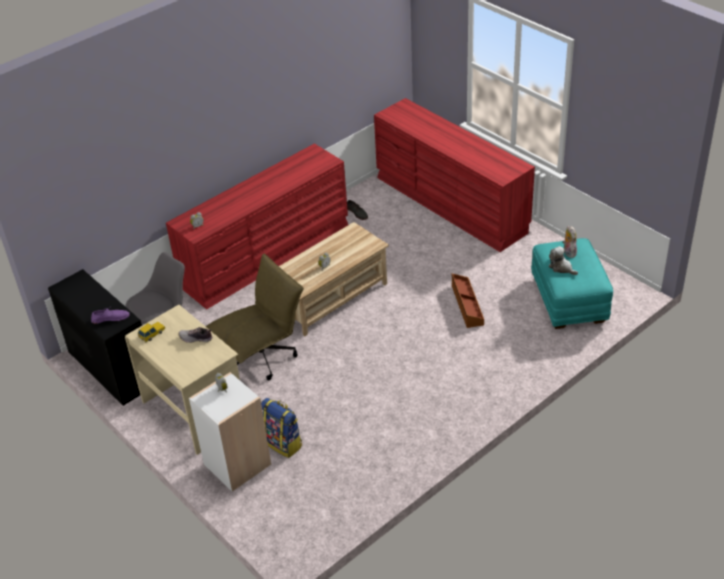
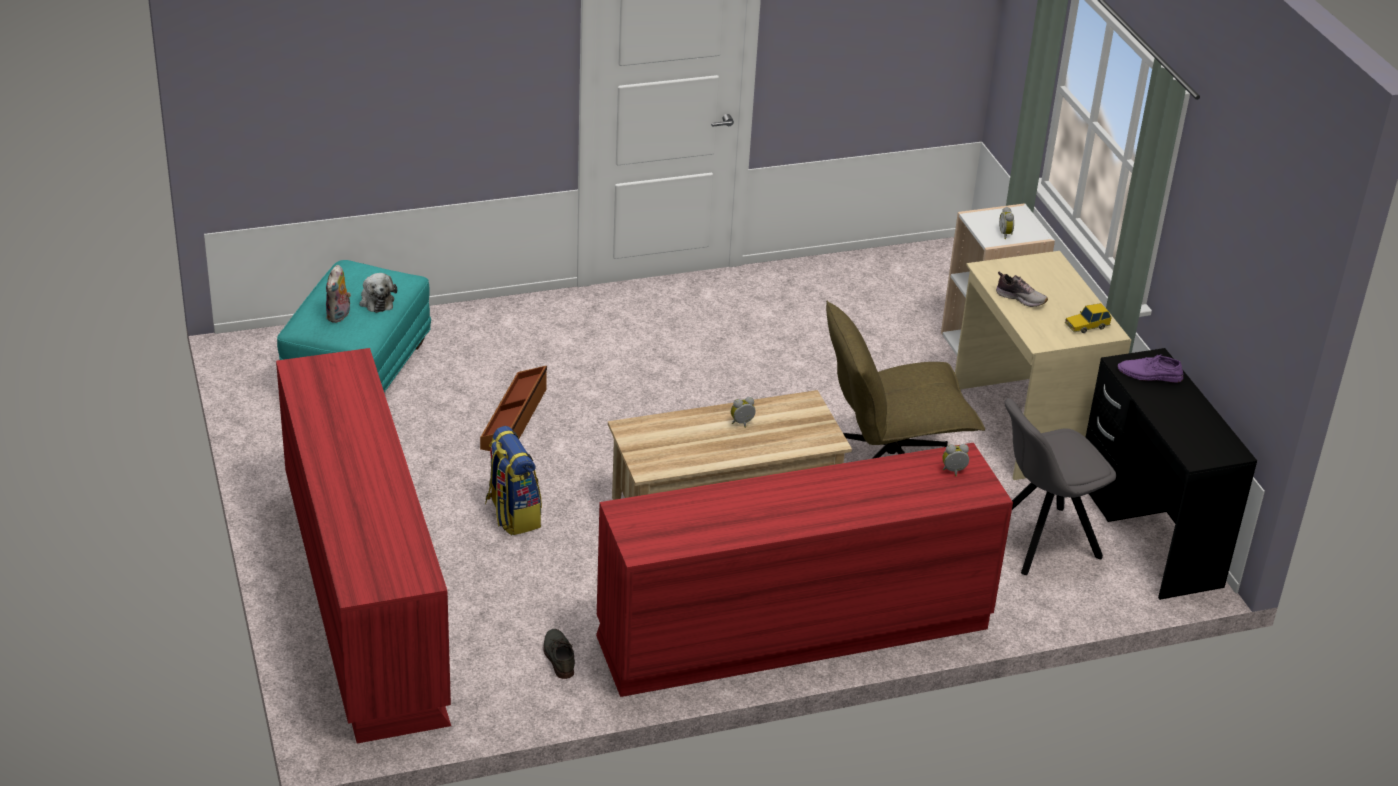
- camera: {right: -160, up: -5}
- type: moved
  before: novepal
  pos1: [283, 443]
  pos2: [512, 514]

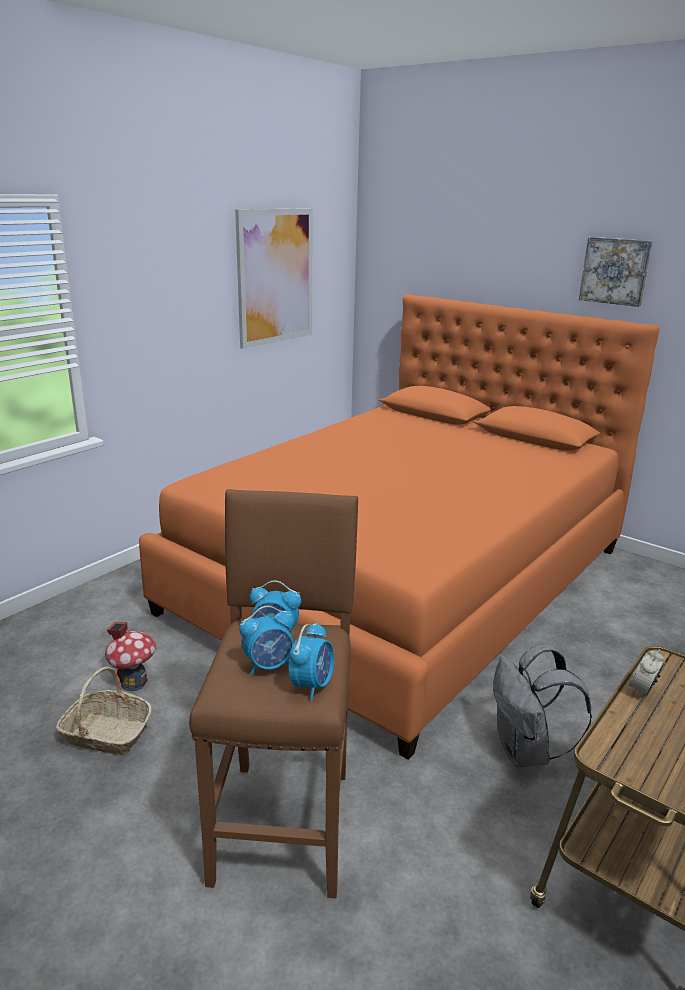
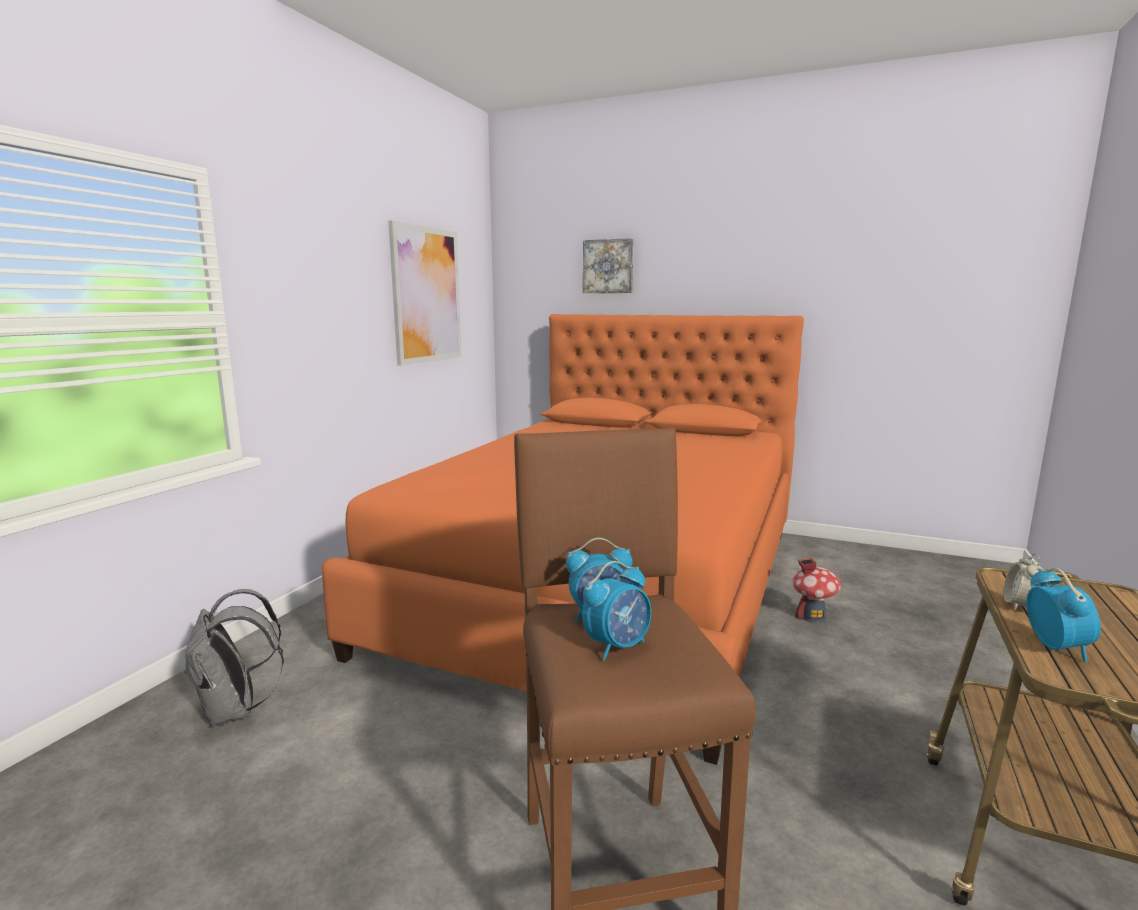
- camera: {right: -15, up: -10}
- type: moved
  before: grey novepal
  pos1: [526, 752]
  pos2: [235, 711]
- type: moved
  before: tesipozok
  pos1: [615, 271]
  pos2: [608, 266]
- type: moved
  before: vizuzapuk
  pos1: [134, 682]
  pos2: [812, 617]
- type: moved
  before: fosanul
  pos1: [312, 685]
  pos2: [1056, 647]
- type: removed
  before: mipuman
  pos1: [106, 734]

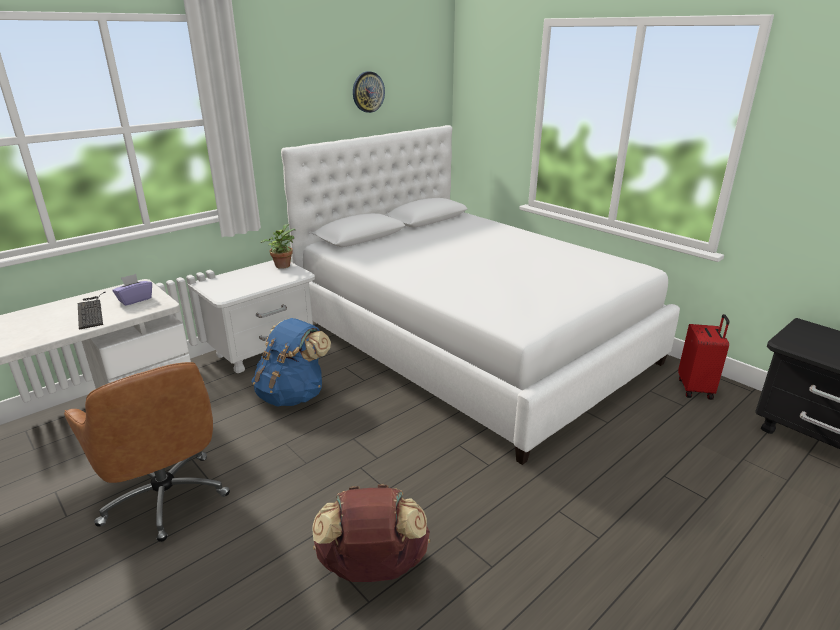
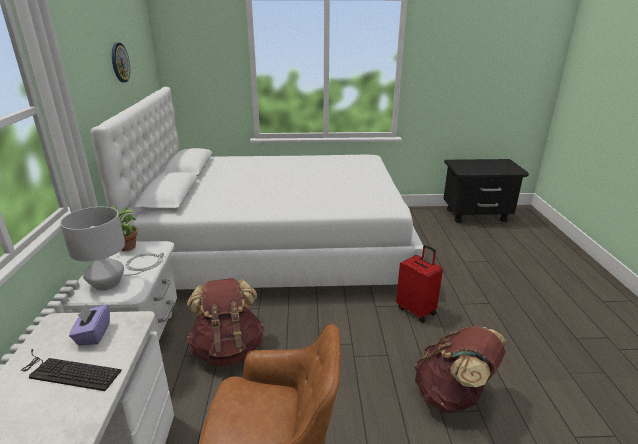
- camera: {right: -50, up: 0}
- type: added
  after: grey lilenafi
  pos2: [122, 274]
- type: recoloured
  before: blue novepal
  after: brown novepal
  pos1: [293, 395]
  pos2: [228, 349]
- type: moved
  before: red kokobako
  pos1: [696, 389]
  pos2: [416, 310]

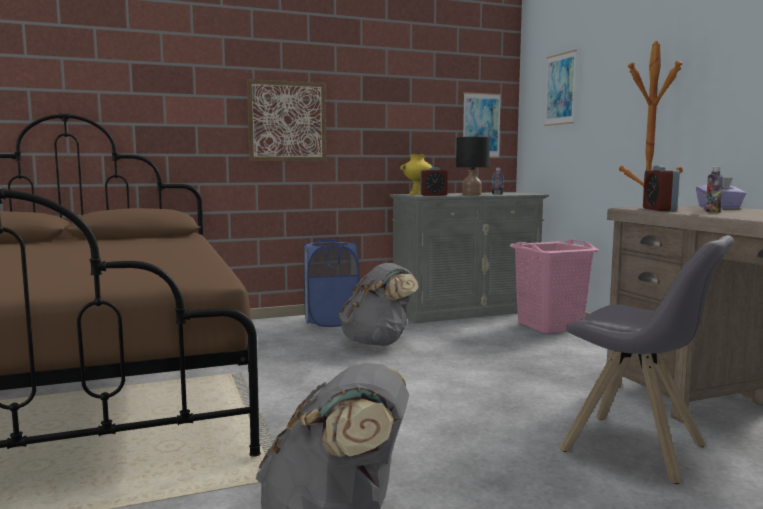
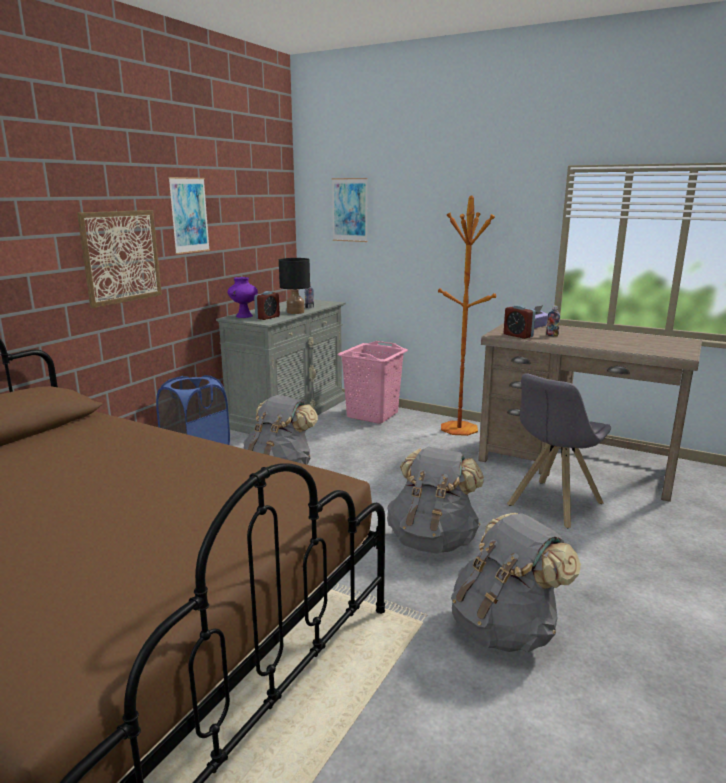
- camera: {right: -40, up: 10}
- type: moved
  before: tesipozok
  pos1: [481, 125]
  pos2: [189, 215]
- type: recoloured
  before: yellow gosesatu
  after: purple gosesatu
  pos1: [417, 194]
  pos2: [244, 316]
- type: added
  after: grey novepal
  pos2: [433, 540]
- type: turned
  before: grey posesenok
  pos1: [634, 448]
  pos2: [553, 504]
  turn: 135

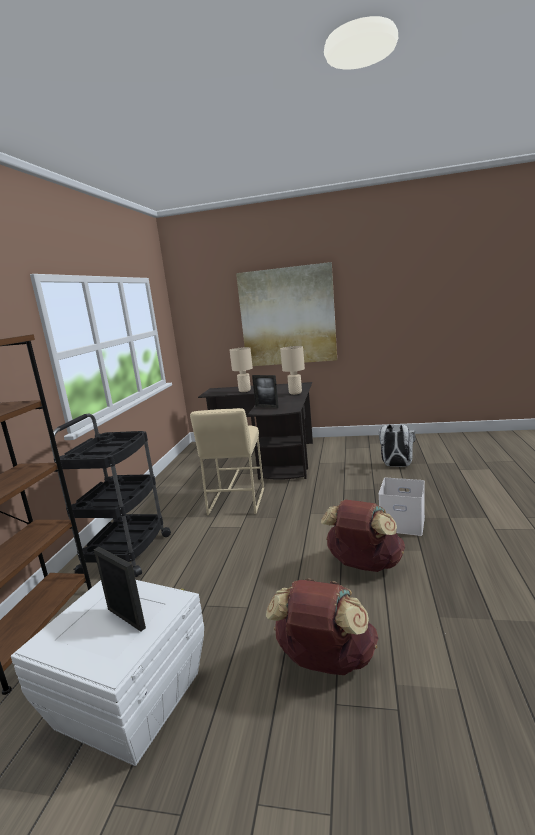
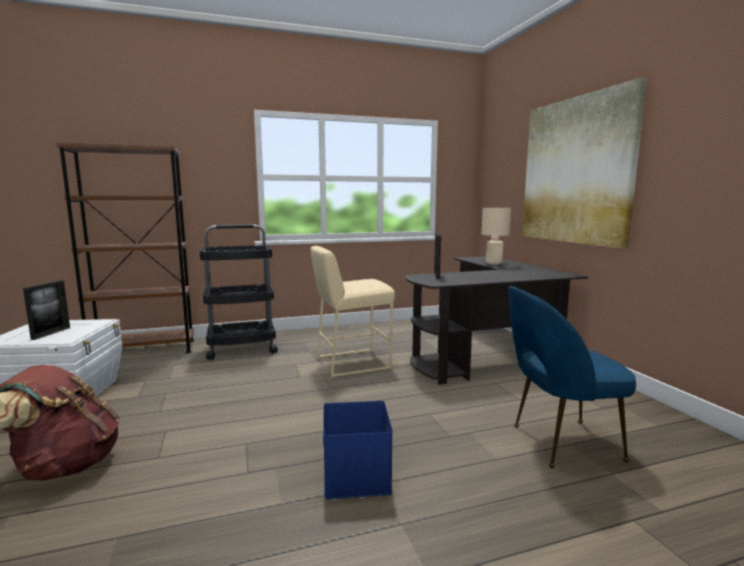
- camera: {right: 60, up: -5}
- type: recoloured
  before: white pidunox
  after: blue pidunox
  pos1: [403, 522]
  pos2: [358, 476]
- type: replaced
  before: white novepal
  after: blue posesenok
  pos1: [396, 466]
  pos2: [558, 443]
- type: removed
  before: beige lilenafi
  pos1: [295, 393]
- type: removed
  before: brown novepal
  pos1: [364, 565]

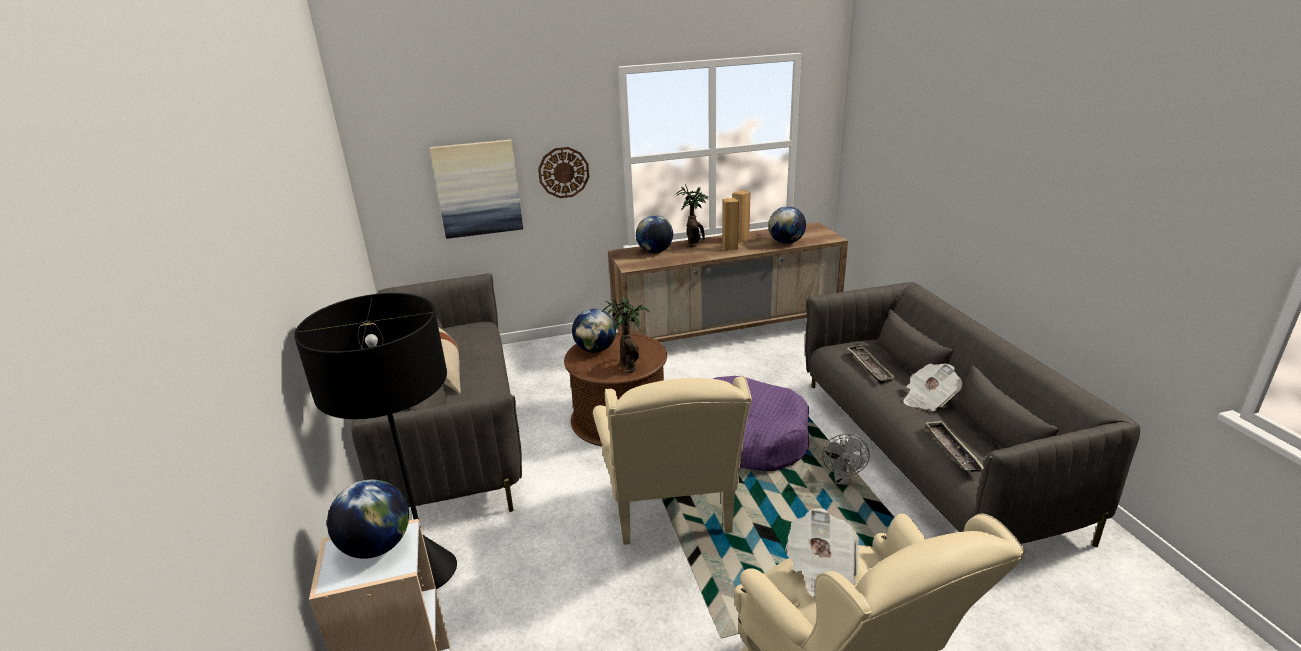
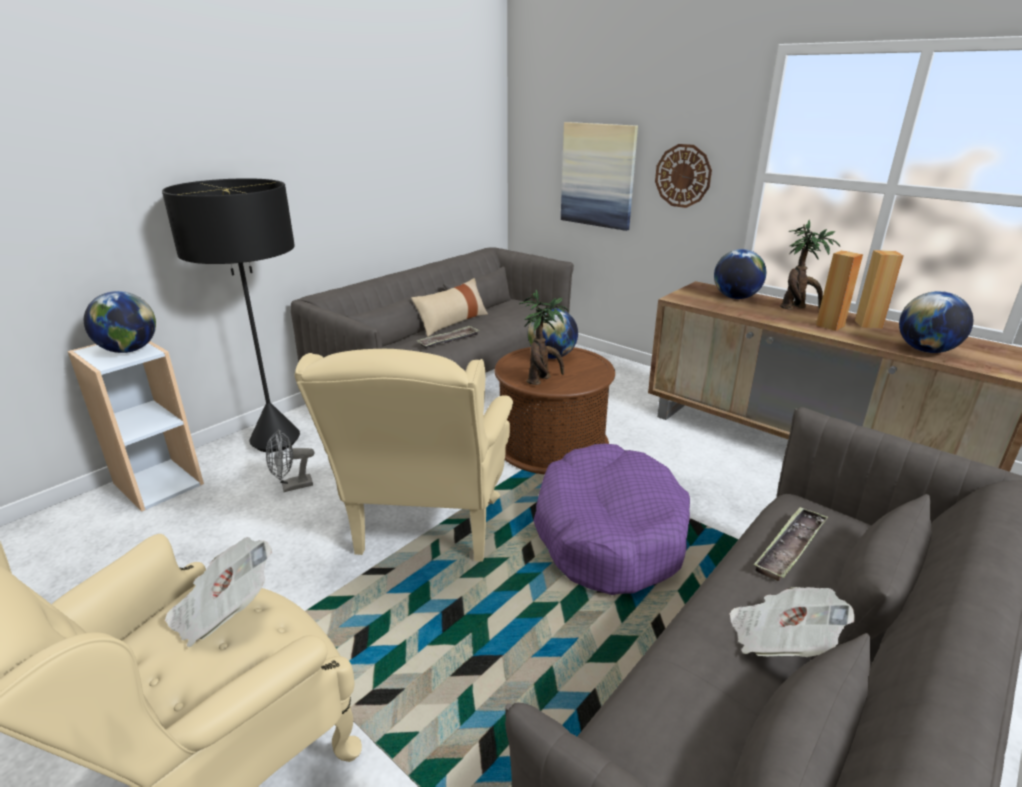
- camera: {right: 55, up: 0}
- type: moved
  before: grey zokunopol
  pos1: [842, 480]
  pos2: [292, 486]
- type: turned
  before: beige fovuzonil
  pos1: [674, 520]
  pos2: [425, 537]
  turn: -45
- type: moved
  before: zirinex
  pos1: [952, 450]
  pos2: [449, 340]

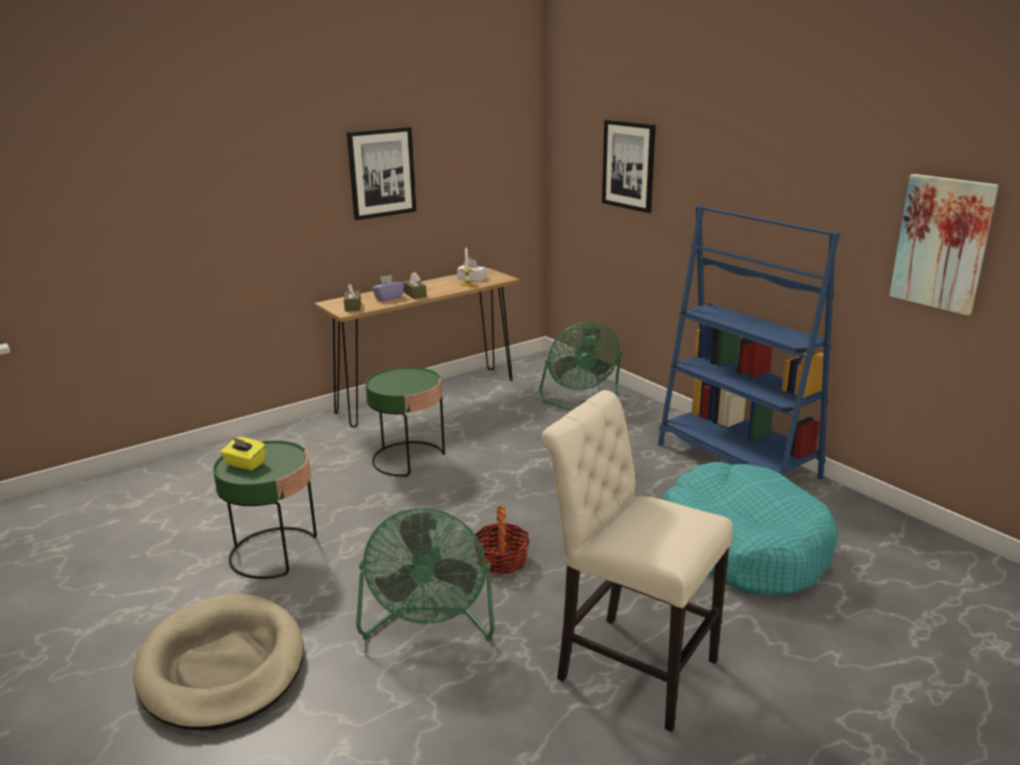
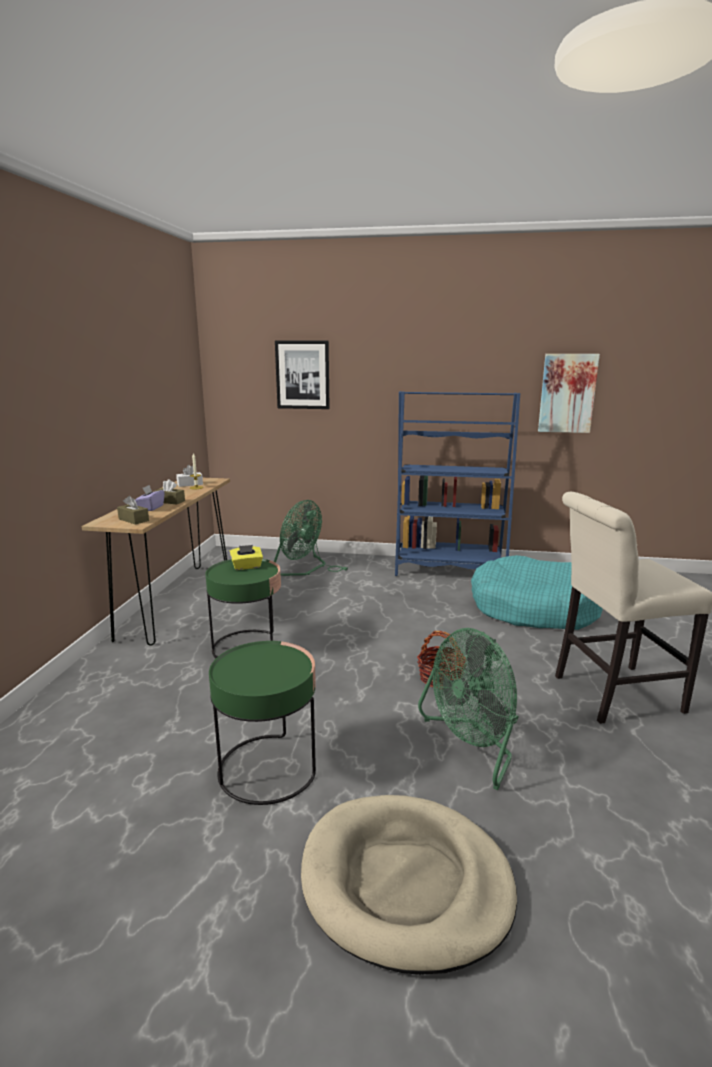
- camera: {right: -45, up: -5}
- type: moved
  before: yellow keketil
  pos1: [245, 464]
  pos2: [247, 567]
- type: turned
  before: green zokunopol
  pos1: [425, 622]
  pos2: [474, 742]
  turn: 105
- type: removed
  before: tesipozok
  pos1: [382, 173]

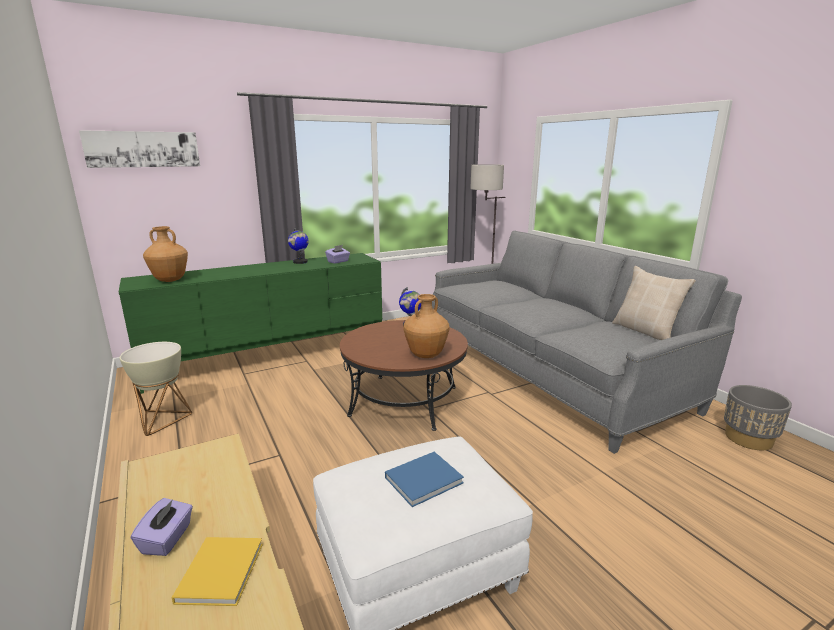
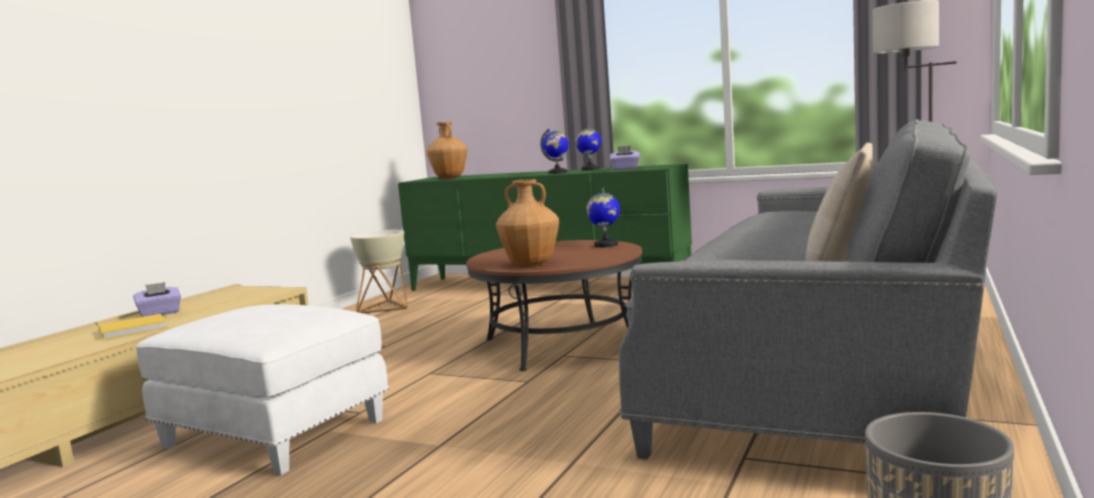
- camera: {right: 55, up: -10}
- type: added
  after: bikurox
  pos2: [557, 172]
- type: removed
  before: tesipozok
  pos1: [143, 149]
- type: removed
  before: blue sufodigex
  pos1: [425, 479]

